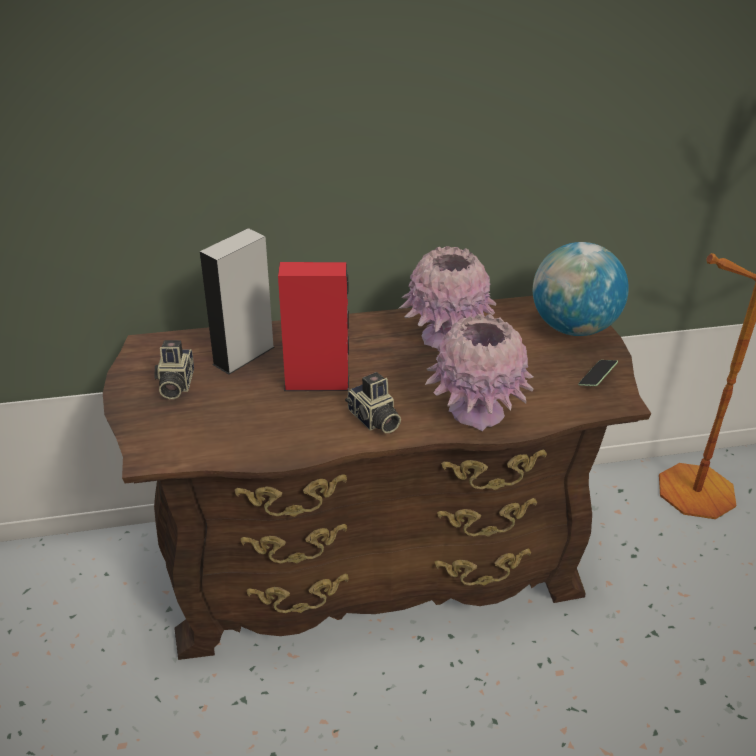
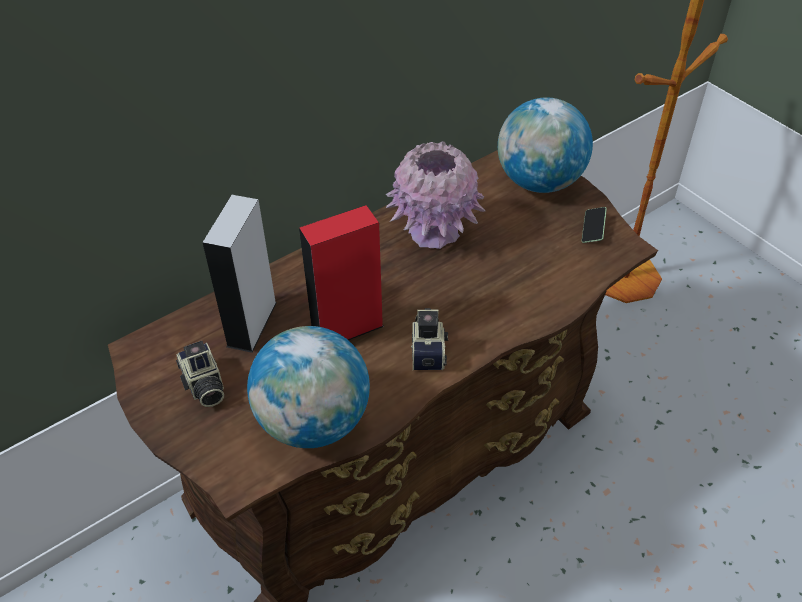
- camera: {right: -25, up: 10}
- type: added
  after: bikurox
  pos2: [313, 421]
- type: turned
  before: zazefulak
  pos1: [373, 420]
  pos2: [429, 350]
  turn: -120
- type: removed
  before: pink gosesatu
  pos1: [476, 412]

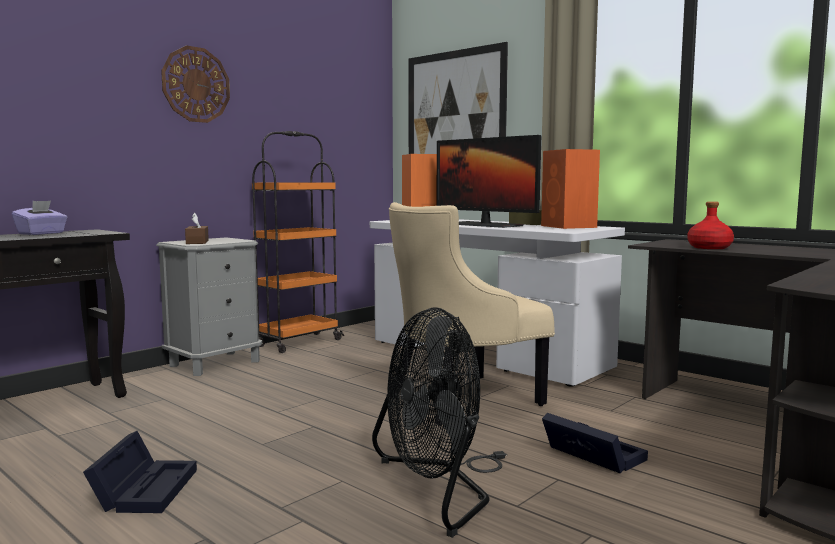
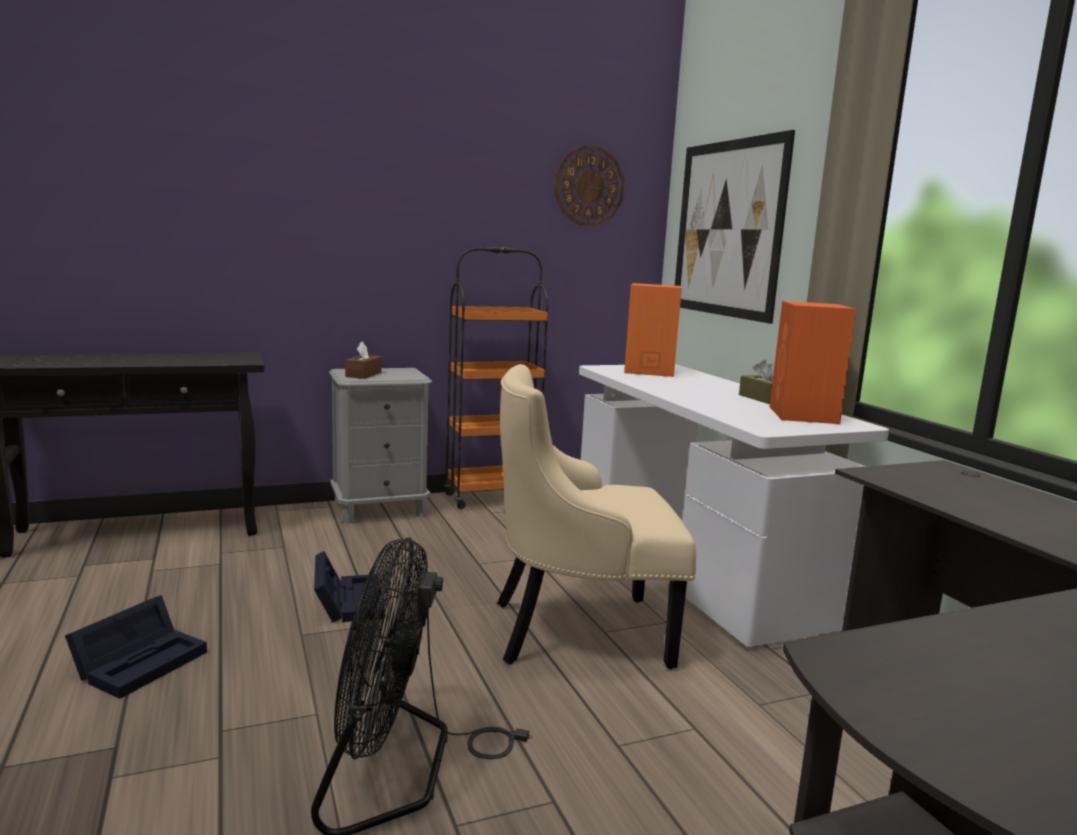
- camera: {right: 25, up: 5}
- type: moved
  before: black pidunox
  pos1: [590, 455]
  pos2: [347, 601]
- type: moved
  before: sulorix
  pos1: [196, 85]
  pos2: [589, 186]
- type: removed
  before: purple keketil
  pos1: [41, 233]
- type: removed
  before: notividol
  pos1: [484, 225]
- type: removed
  before: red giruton
  pos1: [709, 247]

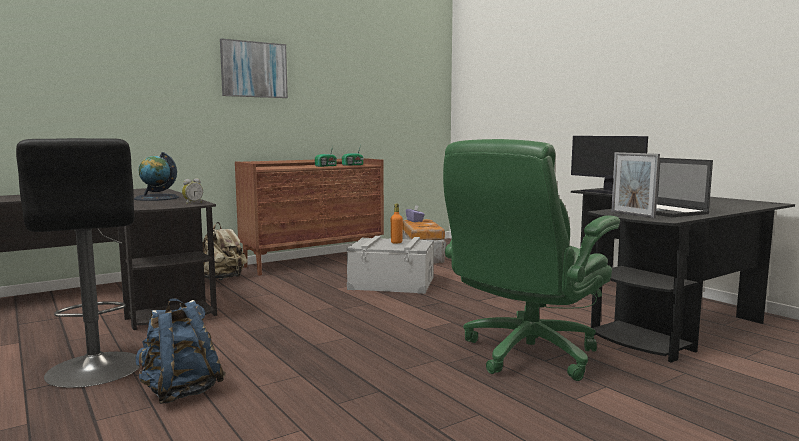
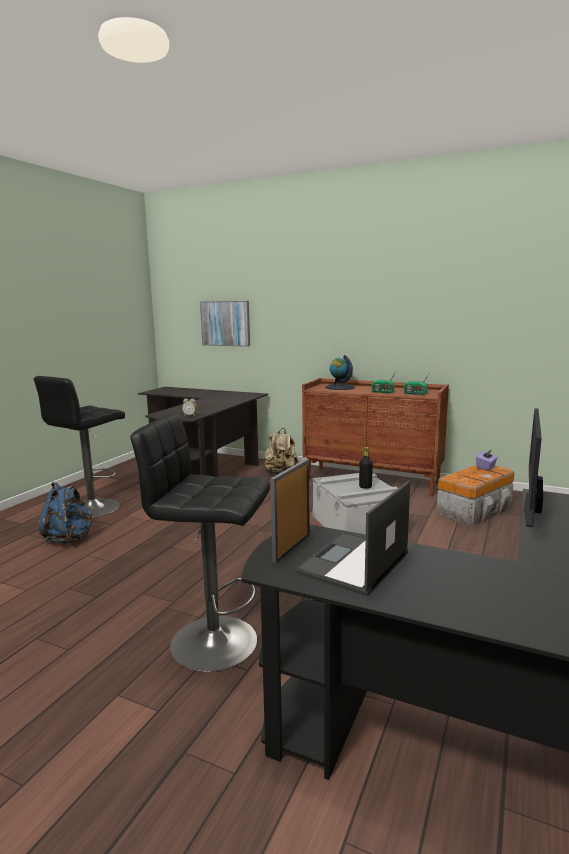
- camera: {right: 60, up: 5}
- type: replaced
  before: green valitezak
  after: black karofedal
  pos1: [524, 355]
  pos2: [213, 642]
- type: moved
  before: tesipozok
  pos1: [254, 69]
  pos2: [225, 323]
- type: moved
  before: bikurox
  pos1: [156, 198]
  pos2: [340, 387]
- type: recoloured
  before: orange giruton
  after: black giruton
  pos1: [396, 242]
  pos2: [365, 487]

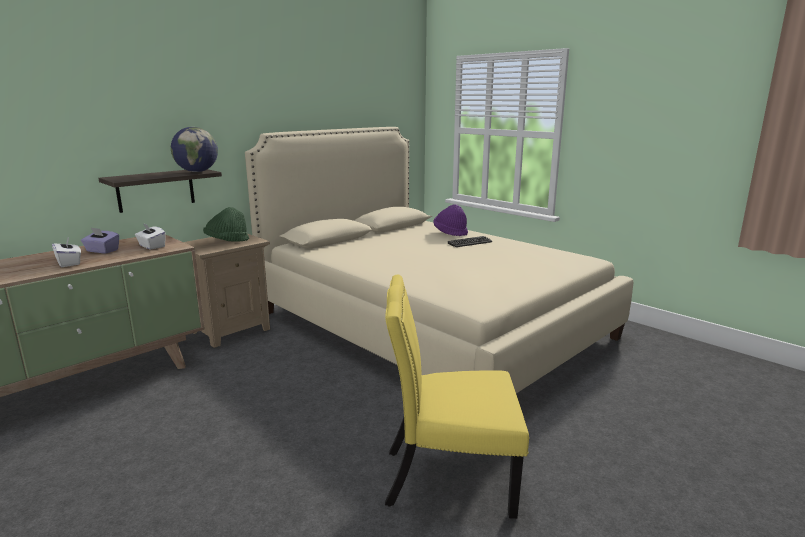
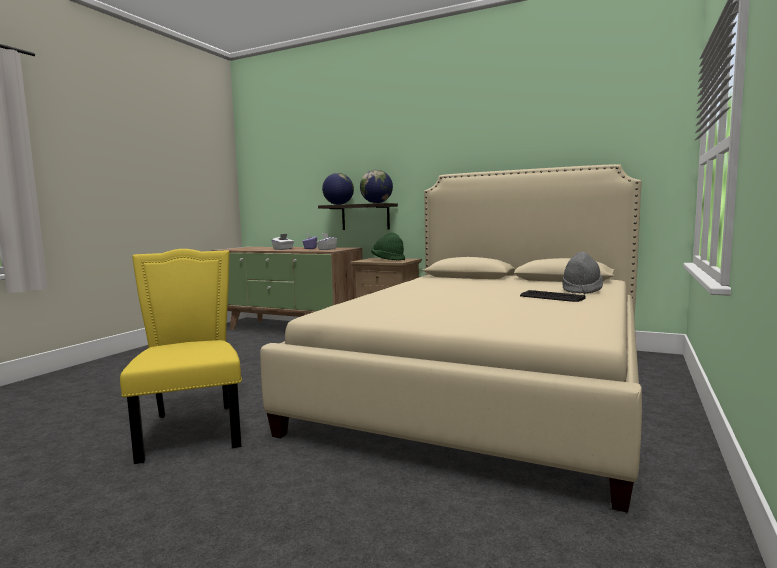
- camera: {right: 70, up: -10}
- type: added
  after: bikurox
  pos2: [338, 204]
- type: recoloured
  before: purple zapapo
  after: grey zapapo
  pos1: [450, 232]
  pos2: [581, 290]

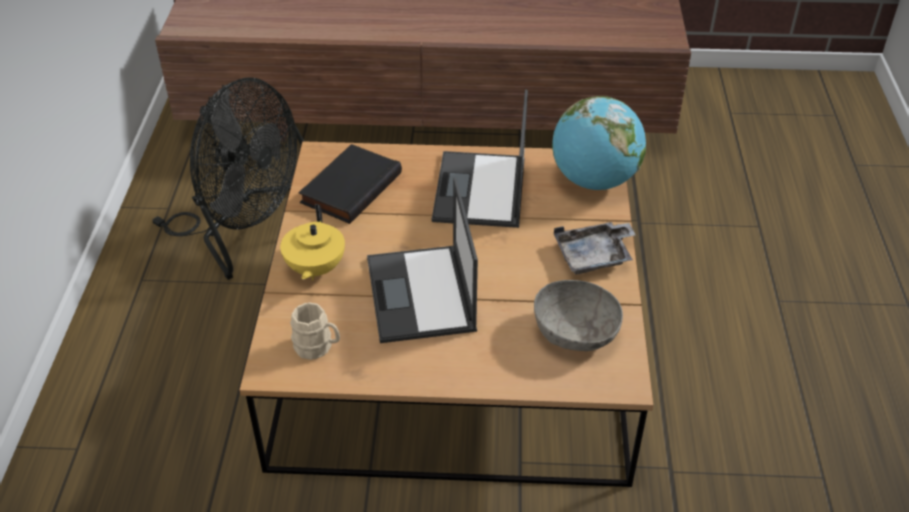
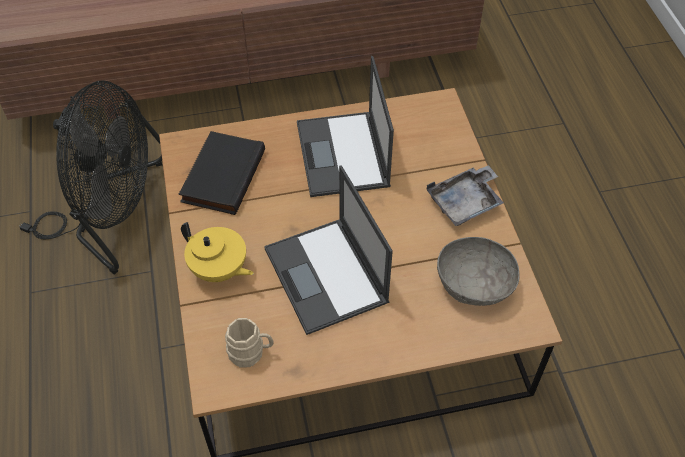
- camera: {right: -15, up: 10}
- type: turned
  before: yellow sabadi
  pos1: [314, 269]
  pos2: [219, 270]
  turn: -45
- type: removed
  before: bikurox
  pos1: [594, 181]

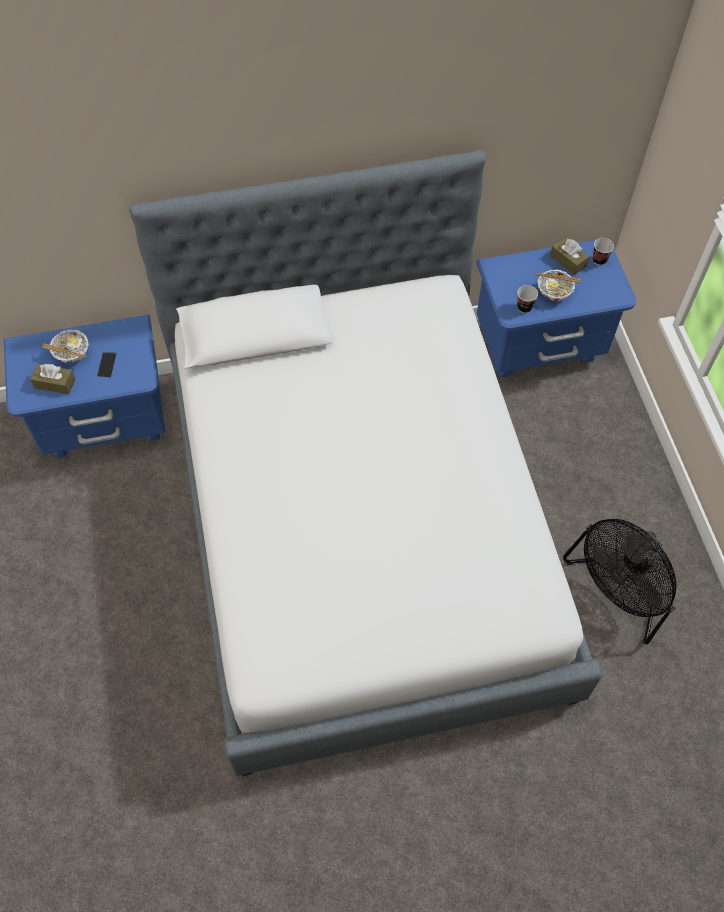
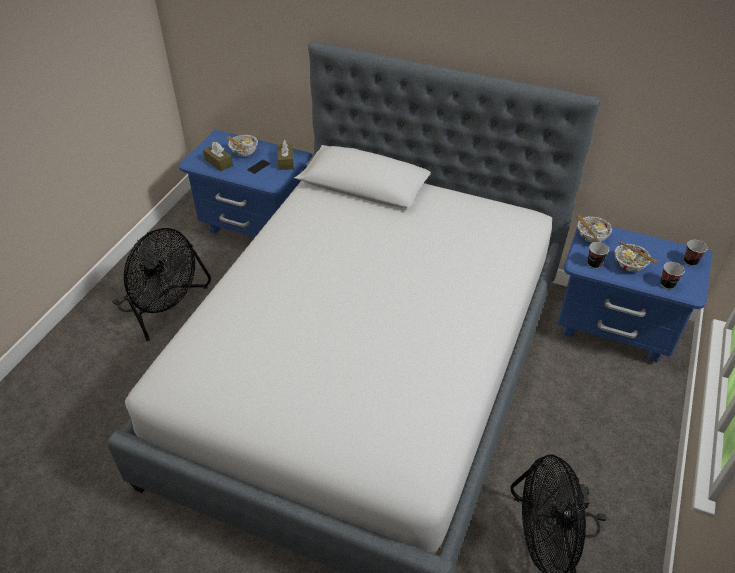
- camera: {right: 35, up: -15}
- type: added
  after: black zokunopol
  pos2: [162, 308]
- type: moved
  before: brown keketil
  pos1: [568, 261]
  pos2: [285, 161]
- type: added
  after: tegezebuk
  pos2: [591, 237]
- type: added
  after: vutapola
  pos2: [667, 284]

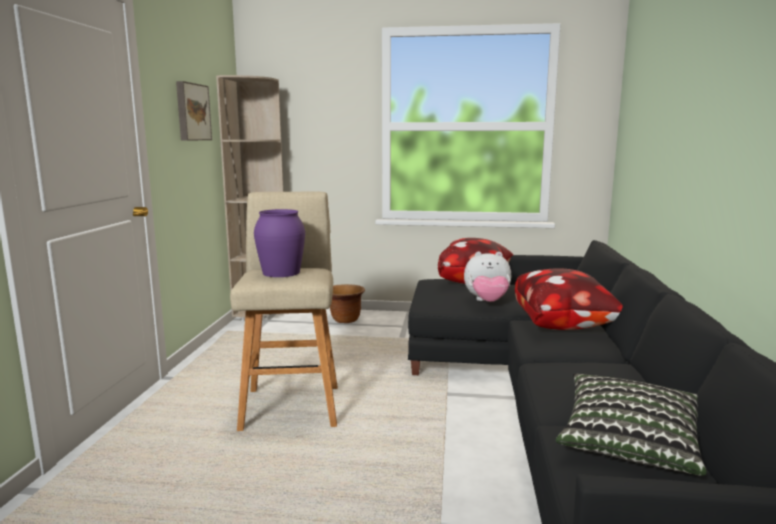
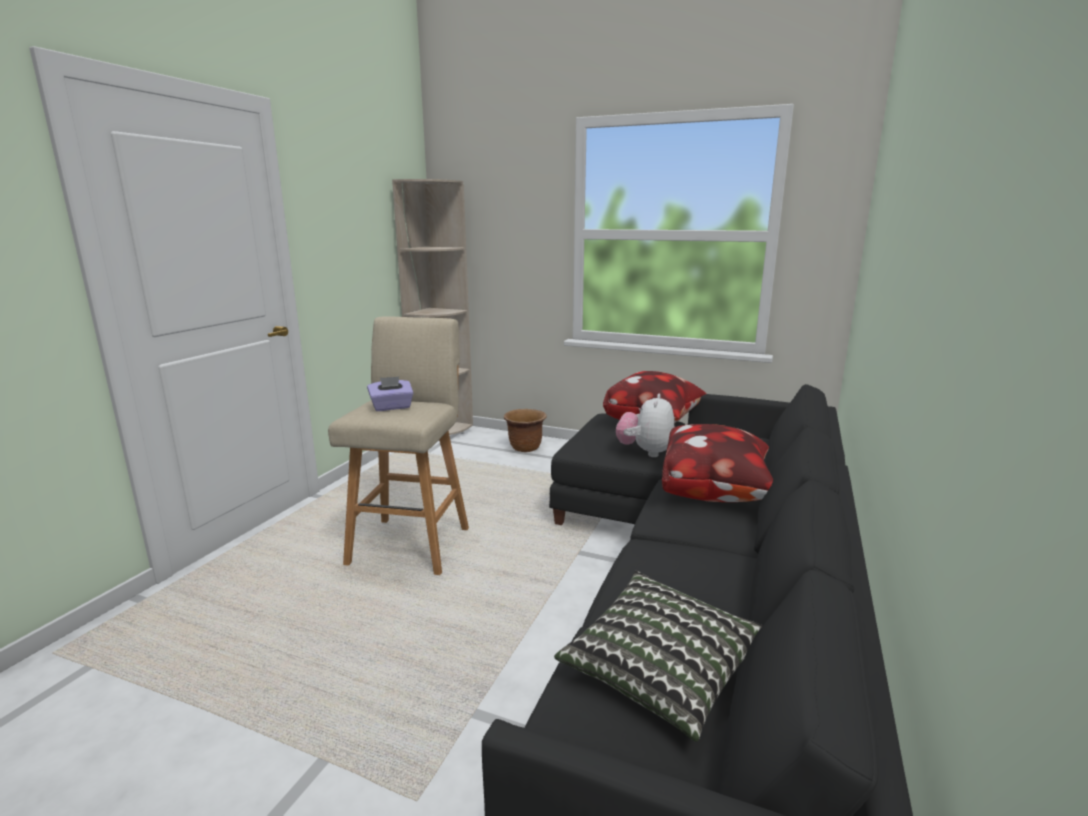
- camera: {right: 15, up: 5}
- type: replaced
  before: purple gosesatu
  after: purple keketil
  pos1: [281, 272]
  pos2: [391, 407]
- type: turned
  before: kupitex
  pos1: [487, 302]
  pos2: [645, 452]
  turn: 90
- type: removed
  before: tesipozok
  pos1: [191, 112]

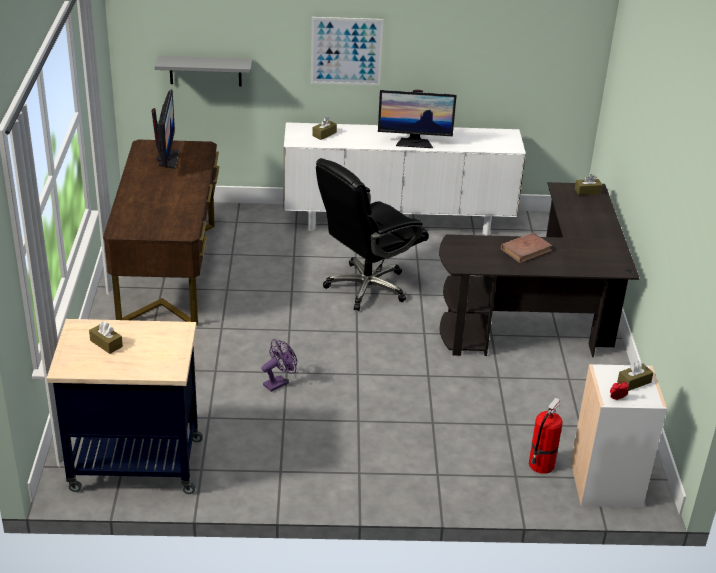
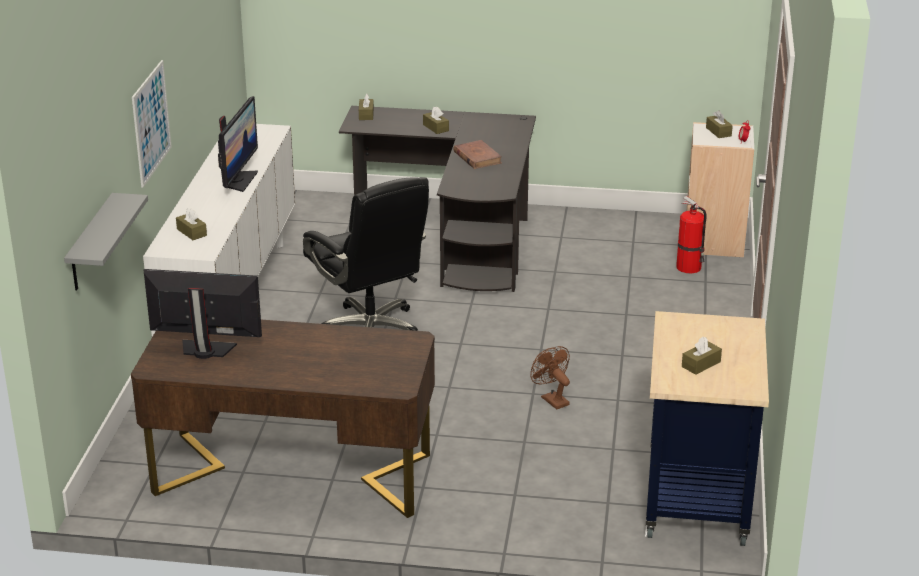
- camera: {right: -80, up: -5}
- type: added
  after: brown keketil
  pos2: [435, 128]
- type: recoloured
  before: purple zokunopol
  after: brown zokunopol
  pos1: [279, 382]
  pos2: [551, 399]

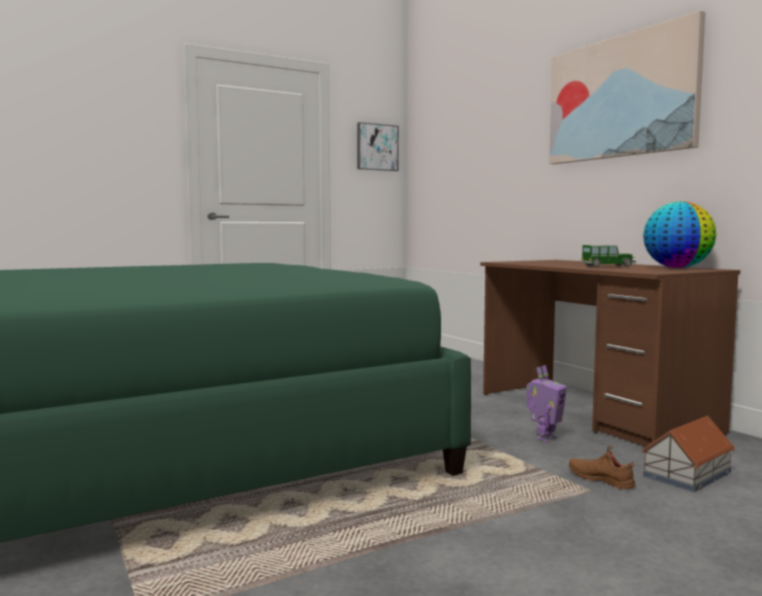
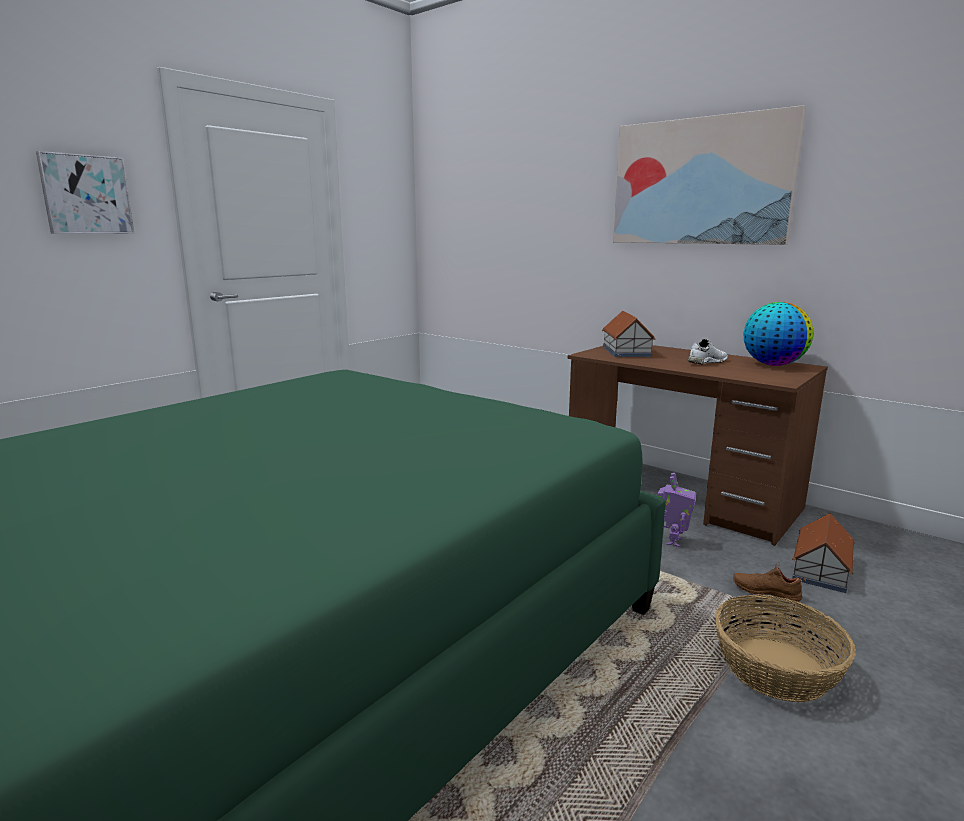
- camera: {right: -20, up: 10}
- type: moved
  before: tesipozok
  pos1: [377, 147]
  pos2: [86, 195]
- type: added
  after: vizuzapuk
  pos2: [626, 351]
- type: replaced
  before: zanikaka
  after: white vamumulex
  pos1: [608, 266]
  pos2: [706, 362]
- type: added
  after: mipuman
  pos2: [777, 669]

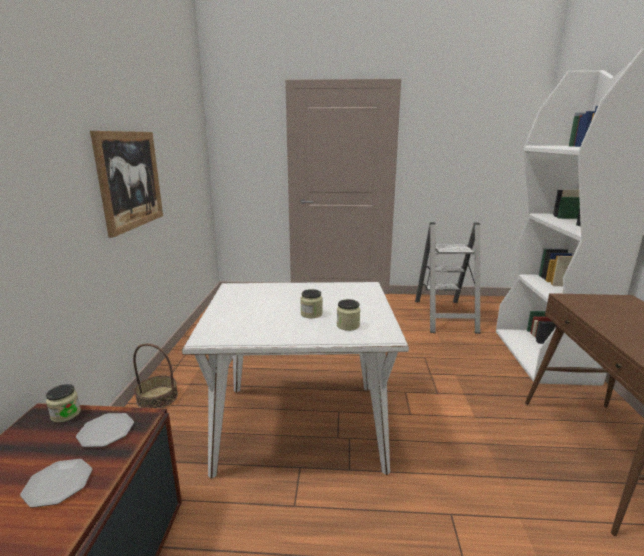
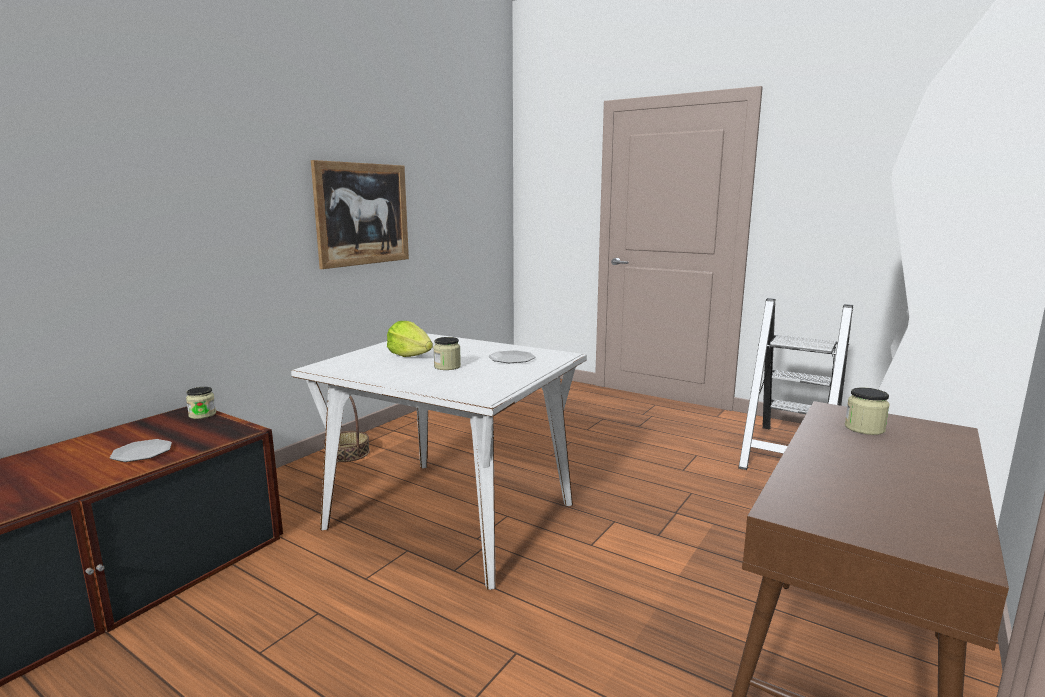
- camera: {right: 30, up: -5}
- type: added
  after: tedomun
  pos2: [410, 355]
- type: moved
  before: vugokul
  pos1: [106, 431]
  pos2: [511, 359]
- type: moved
  before: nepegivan
  pos1: [348, 325]
  pos2: [864, 428]

